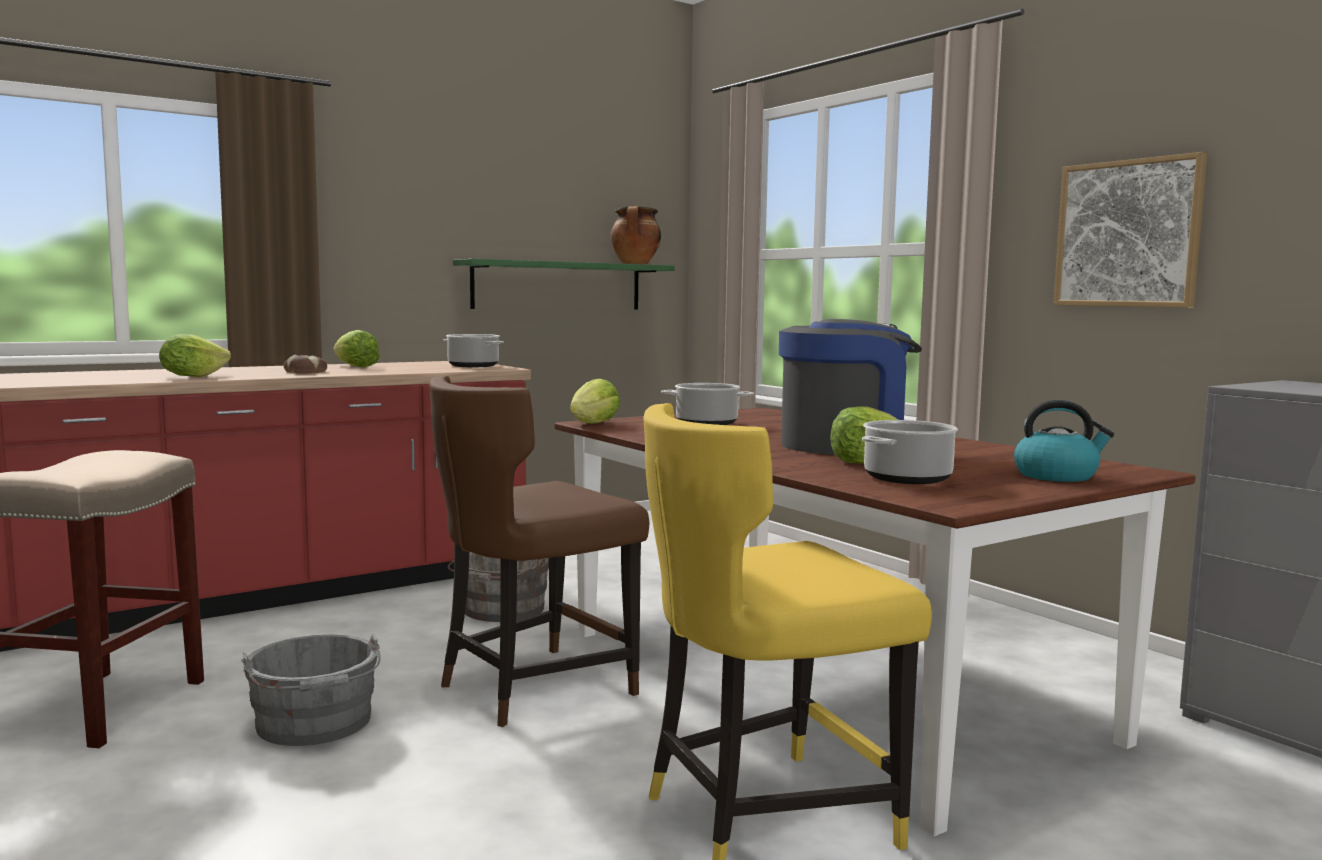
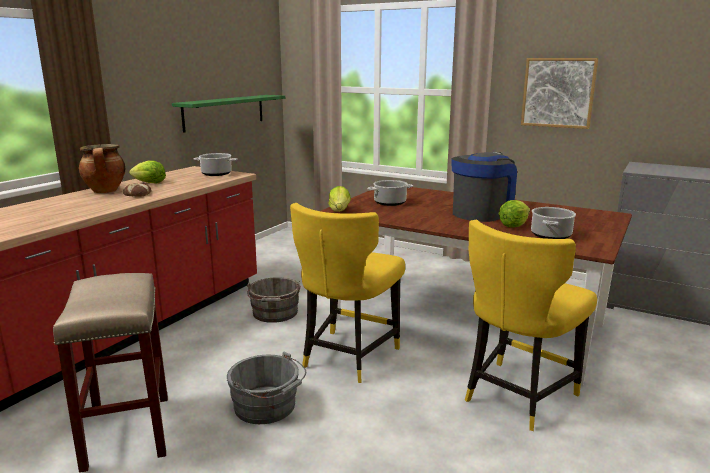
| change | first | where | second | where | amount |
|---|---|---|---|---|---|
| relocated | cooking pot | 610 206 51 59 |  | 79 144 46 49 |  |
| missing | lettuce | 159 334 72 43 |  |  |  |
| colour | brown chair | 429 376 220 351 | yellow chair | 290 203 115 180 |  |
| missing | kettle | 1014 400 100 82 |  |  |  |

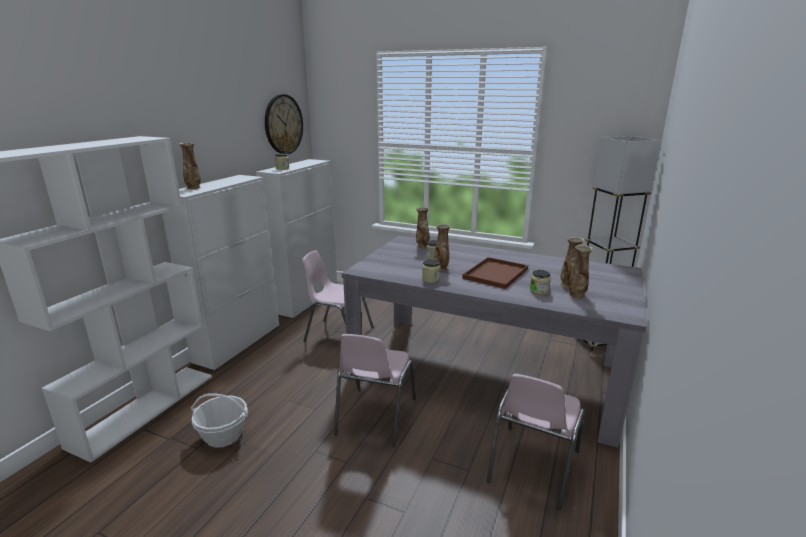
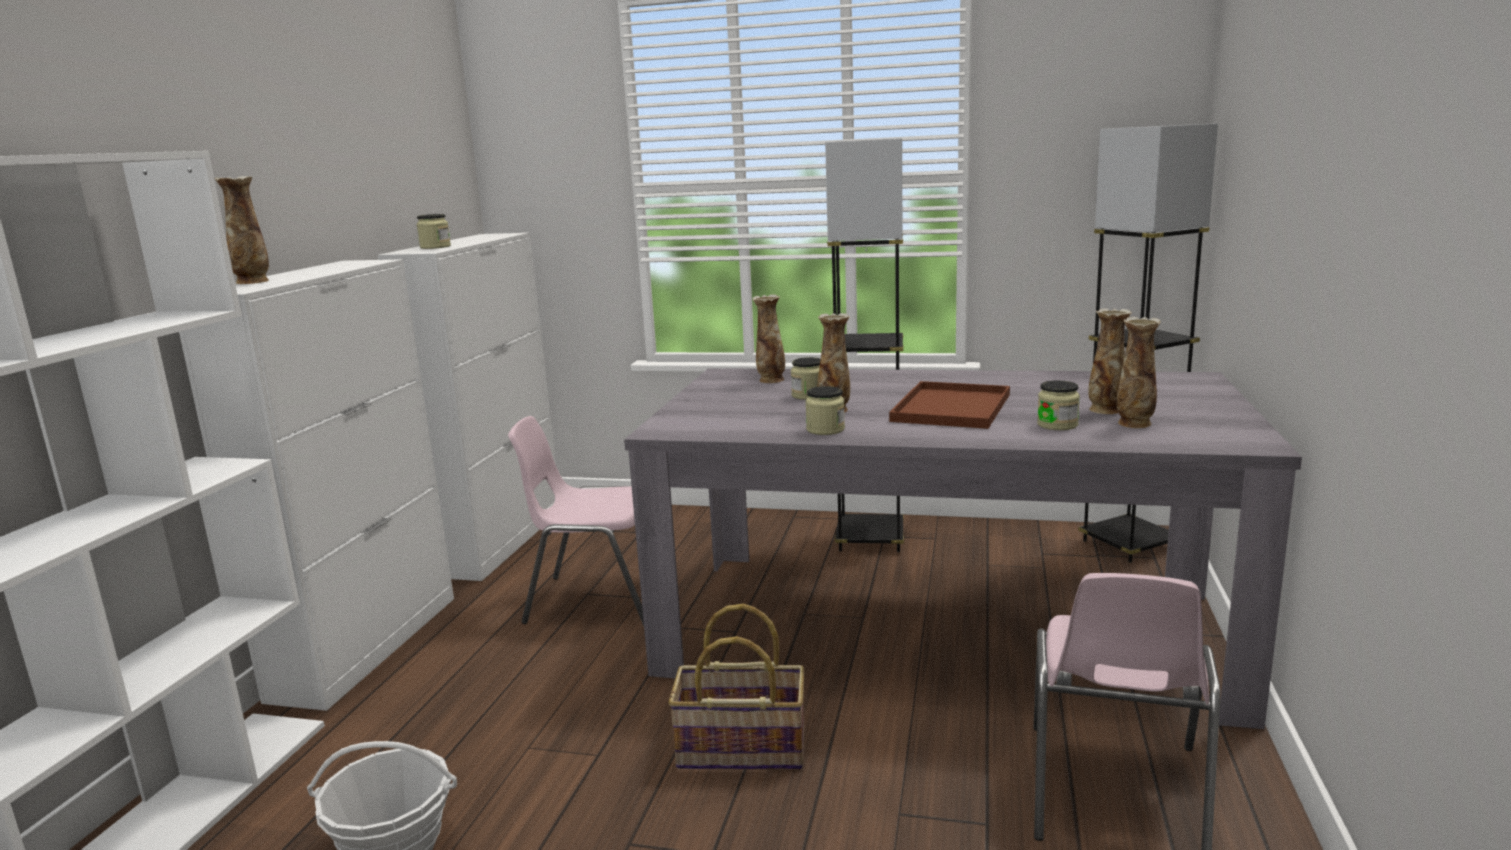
| change | first | where | second | where | amount |
|---|---|---|---|---|---|
| missing | wall clock | 265 94 38 60 |  |  |  |
| exchanged | pink chair | 334 334 82 113 | basket | 668 604 136 165 |  |
| appeared |  |  | grey floor lamp | 825 138 79 414 |  |

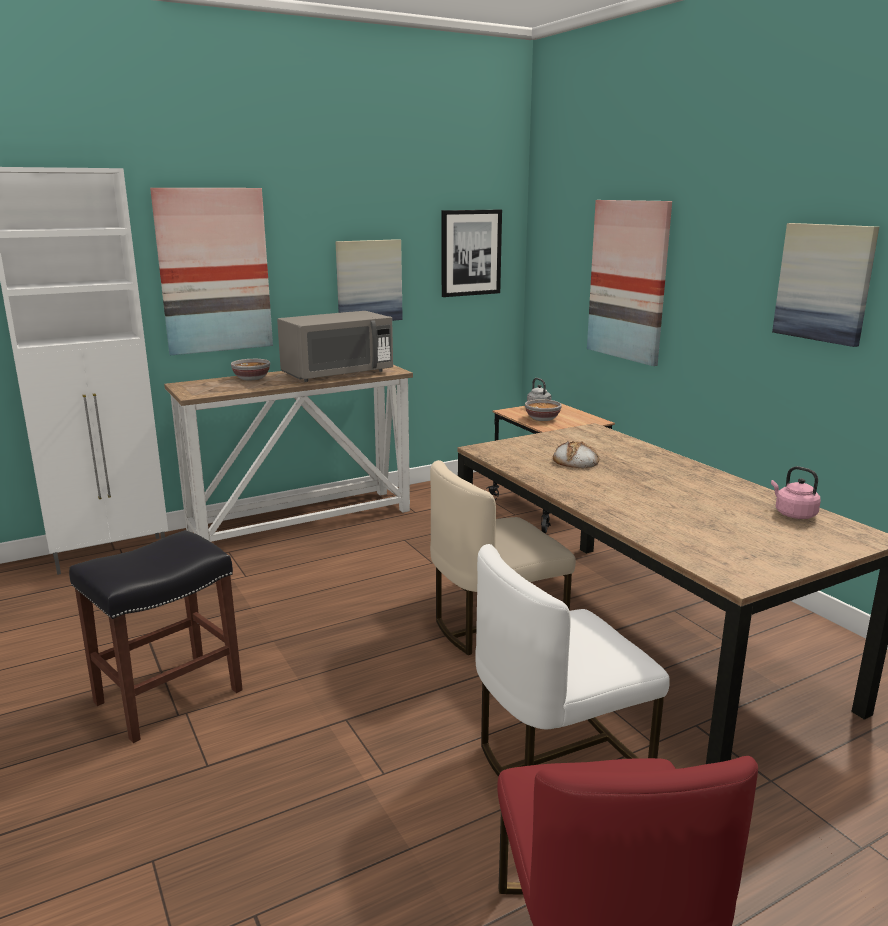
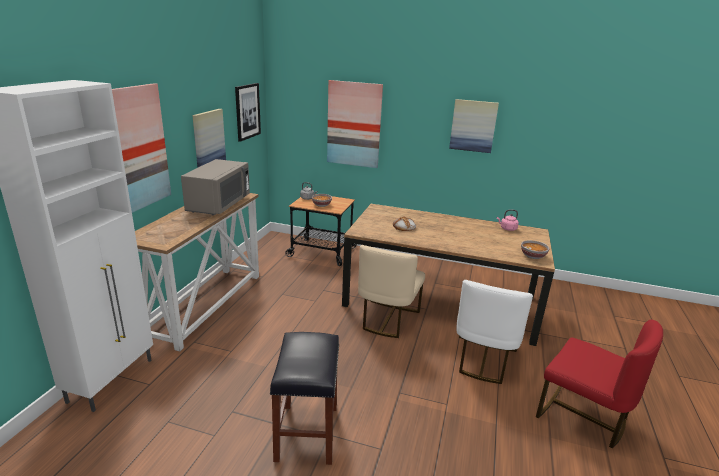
| change | first | where | second | where | amount |
|---|---|---|---|---|---|
| relocated | bowl | 231 359 39 21 |  | 521 240 29 19 |  |

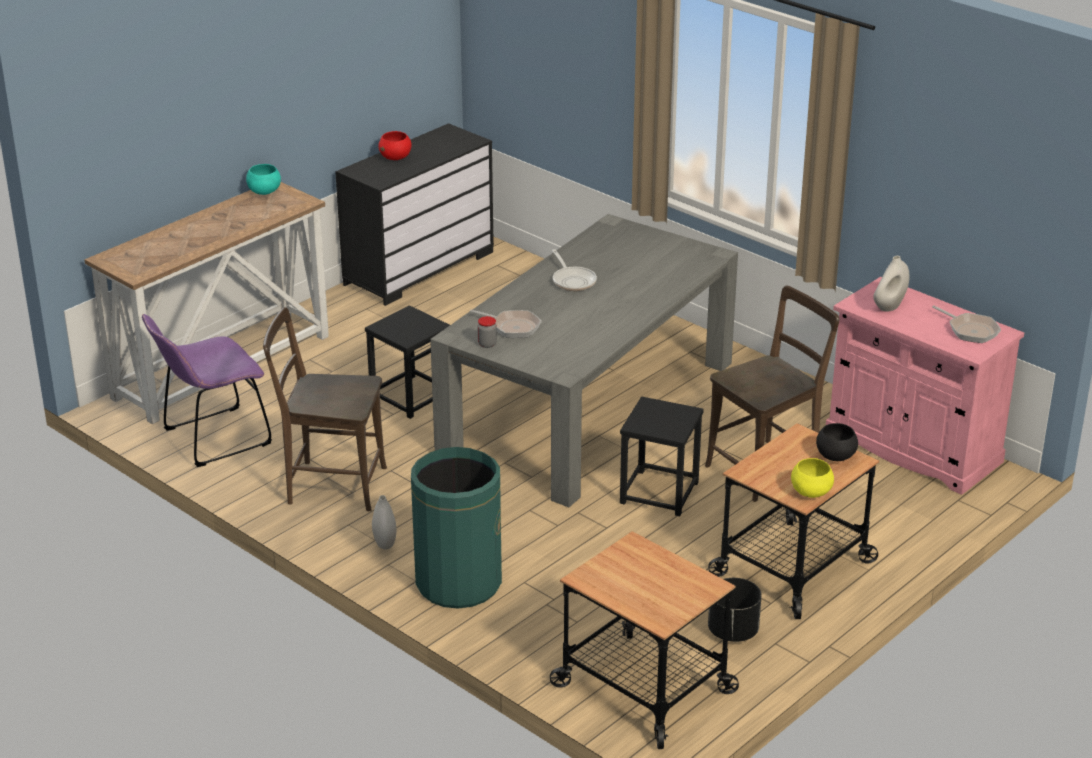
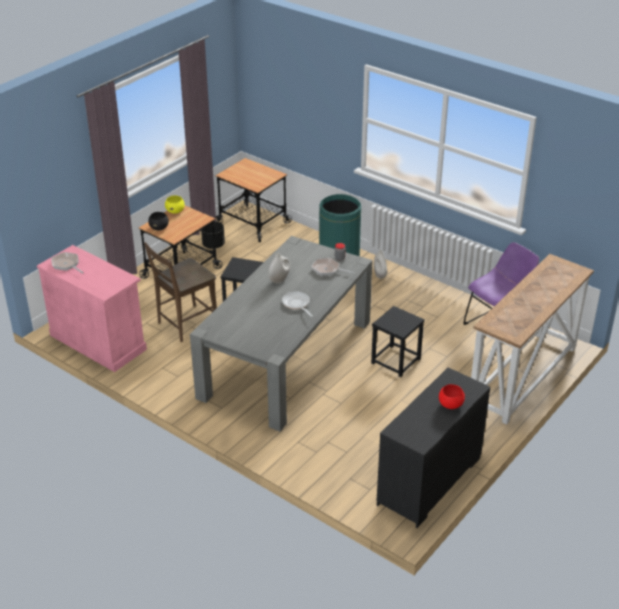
| change | first | where | second | where | amount |
|---|---|---|---|---|---|
| missing | turquoise bowl | 246 164 35 31 |  |  |  |
| relocated | white vase | 873 256 36 56 |  | 268 253 22 31 |  |
| missing | brown chair | 263 307 124 204 |  |  |  |

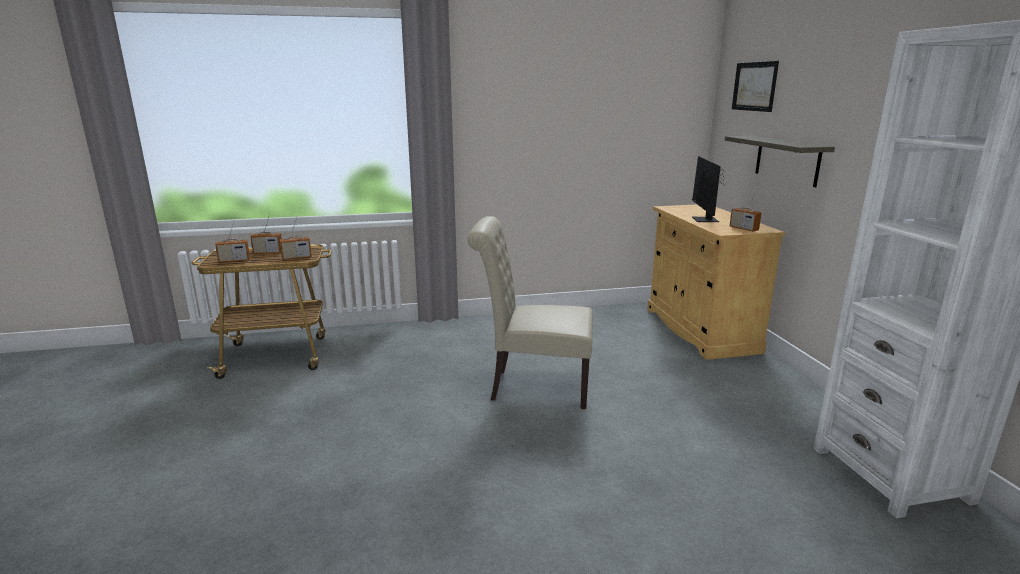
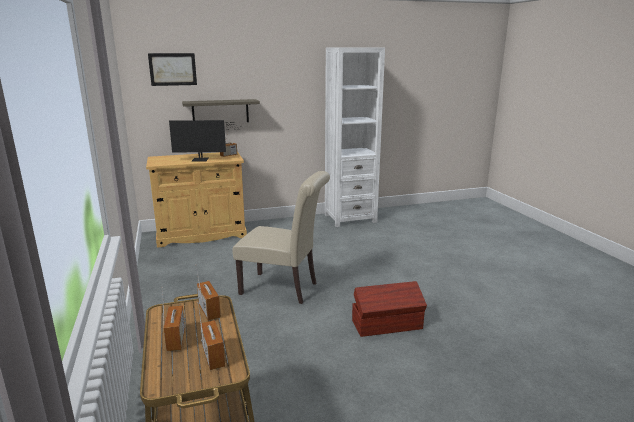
| change | first | where | second | where | amount |
|---|---|---|---|---|---|
| spun | beige chair | 468 216 125 193 |  | 232 171 98 133 | 75 degrees counterclockwise |
| appeared |  |  | brown storage box | 352 281 75 56 |  |

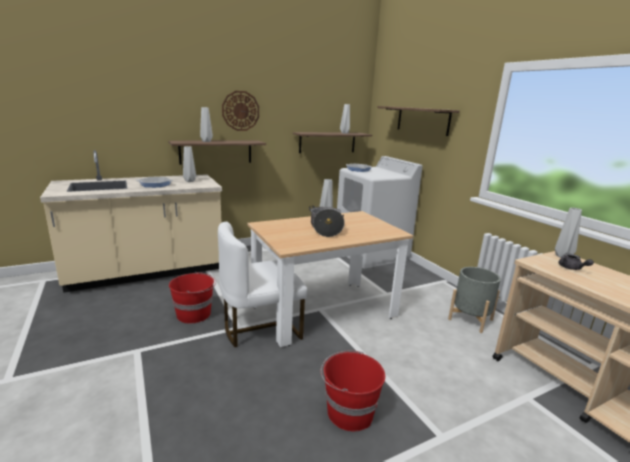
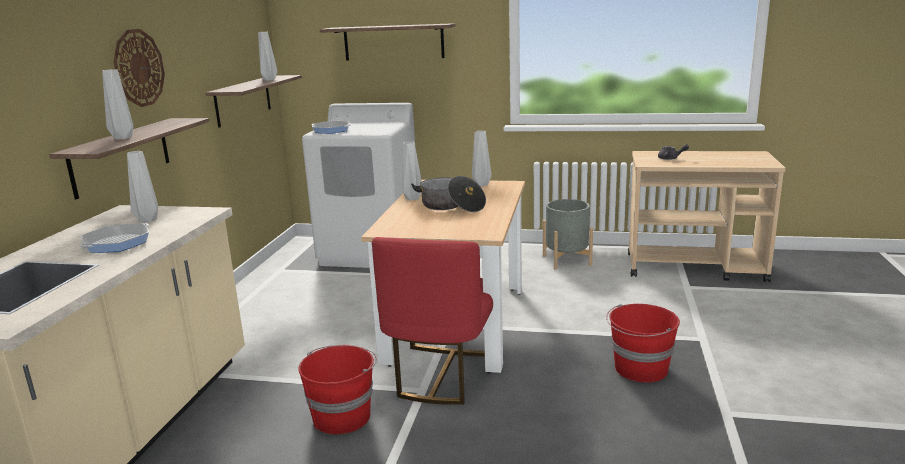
| change | first | where | second | where | amount |
|---|---|---|---|---|---|
| relocated | grey vase | 555 208 27 50 |  | 472 131 20 55 |  |
| colour | white chair | 218 222 89 125 | red chair | 372 237 121 168 |  |

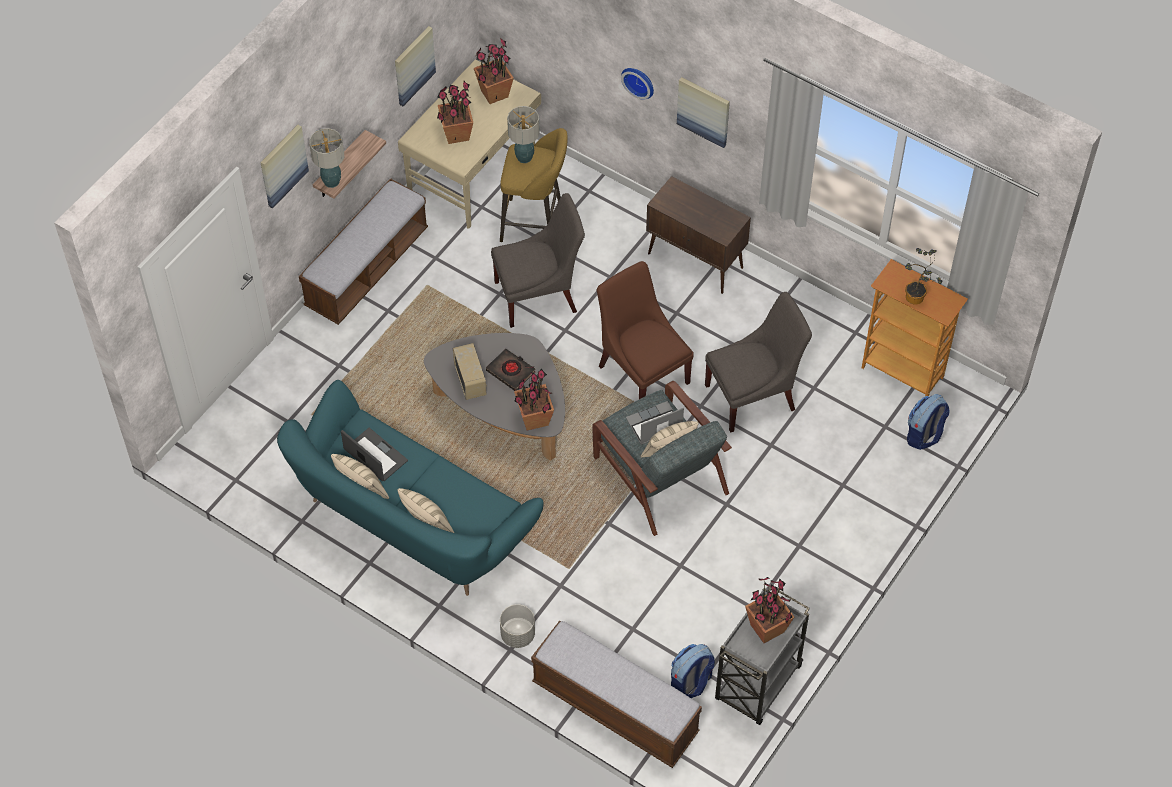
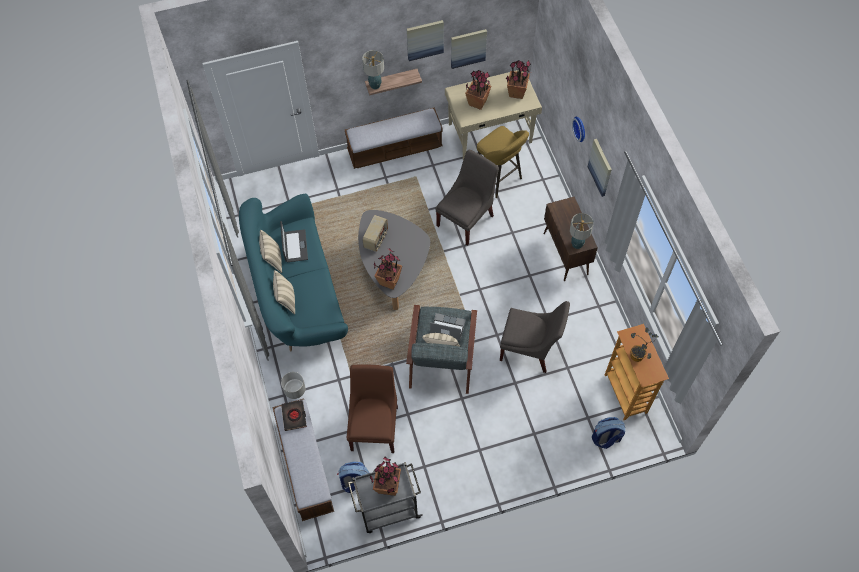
| change | first | where | second | where | amount |
|---|---|---|---|---|---|
| relocated | table lamp | 507 106 33 57 |  | 570 213 24 36 |  |
| relocated | picture | 260 125 49 83 |  | 407 20 37 41 |  |
| spun | grey chair | 491 193 94 135 |  | 436 150 63 96 | 75 degrees counterclockwise |
| relocated | brown chair | 597 261 97 138 |  | 347 364 51 89 |  |
| relocated | black book | 486 349 49 42 |  | 281 400 26 31 |  |

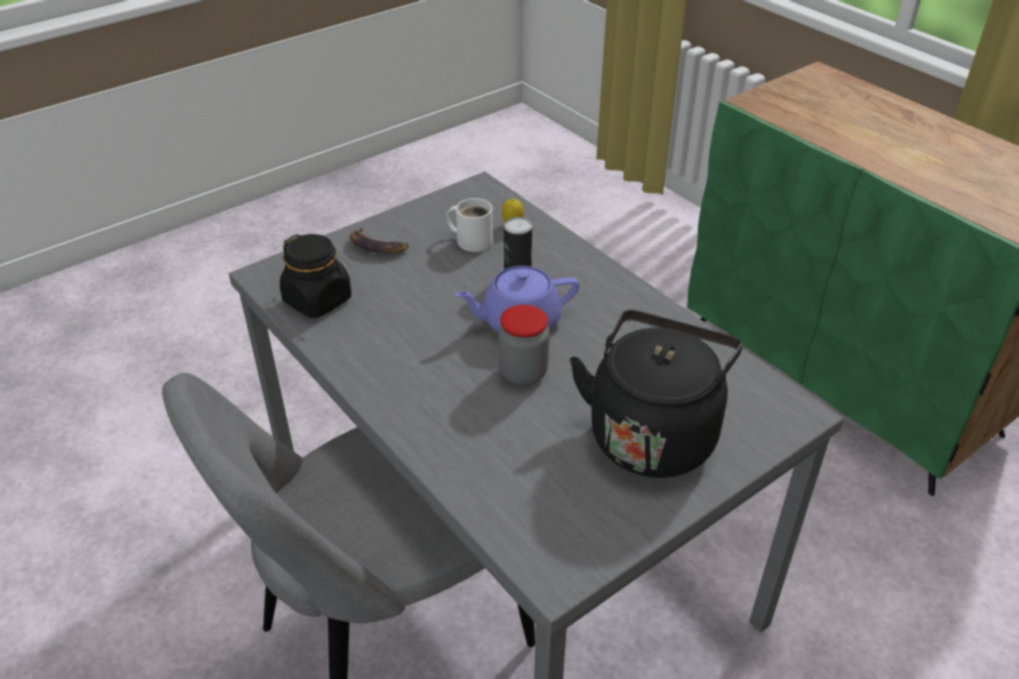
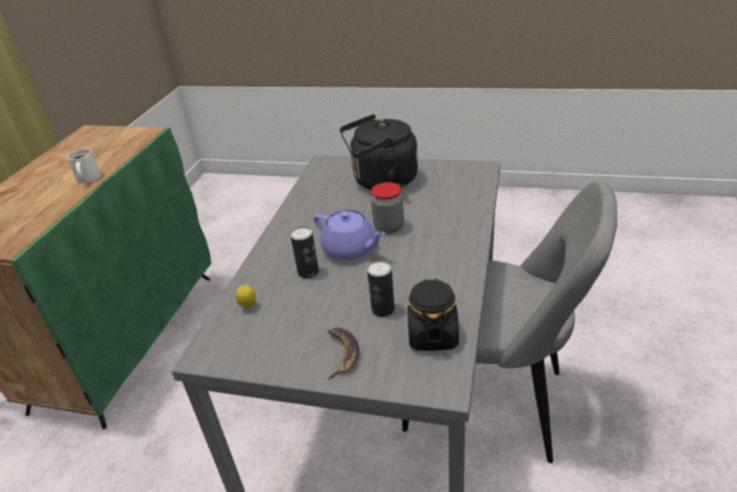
| change | first | where | second | where | amount |
|---|---|---|---|---|---|
| relocated | white mug | 446 198 47 54 |  | 67 149 34 34 |  |
| appeared |  |  | can | 367 261 28 56 |  |

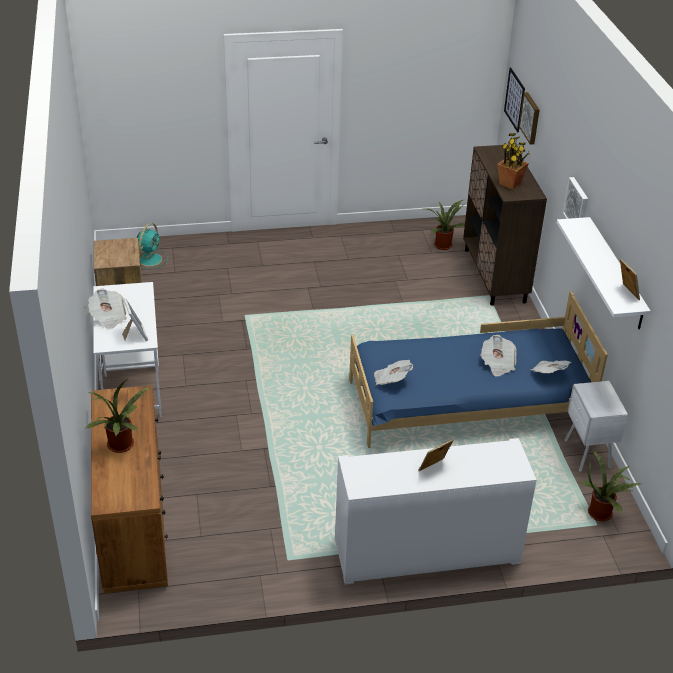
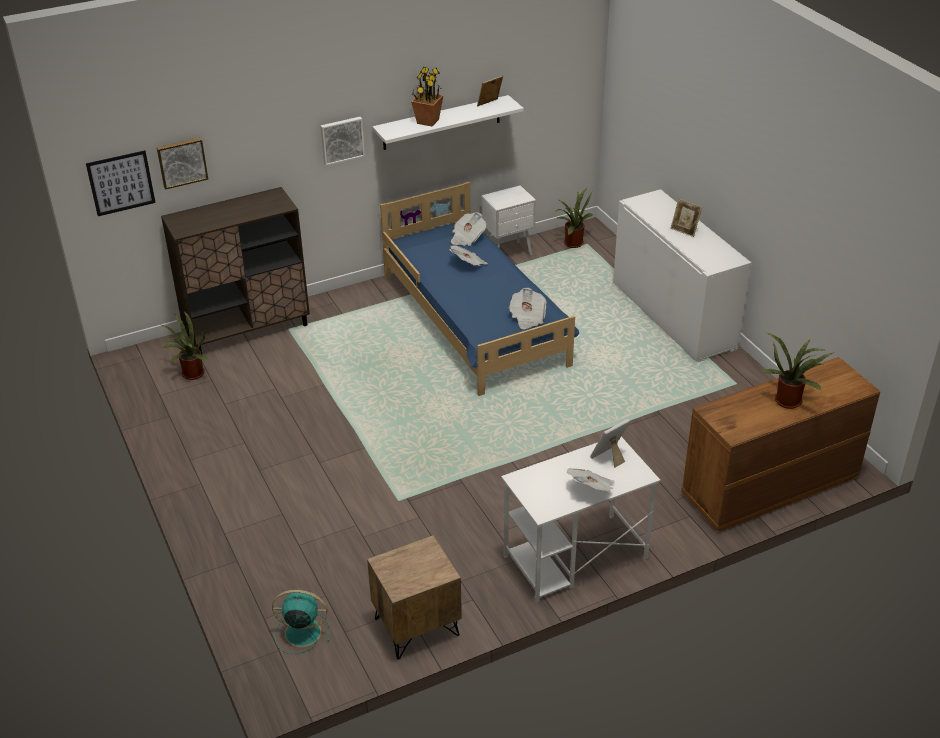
| change | first | where | second | where | amount |
|---|---|---|---|---|---|
| relocated | potted plant | 497 133 33 57 |  | 411 67 32 59 |  |

